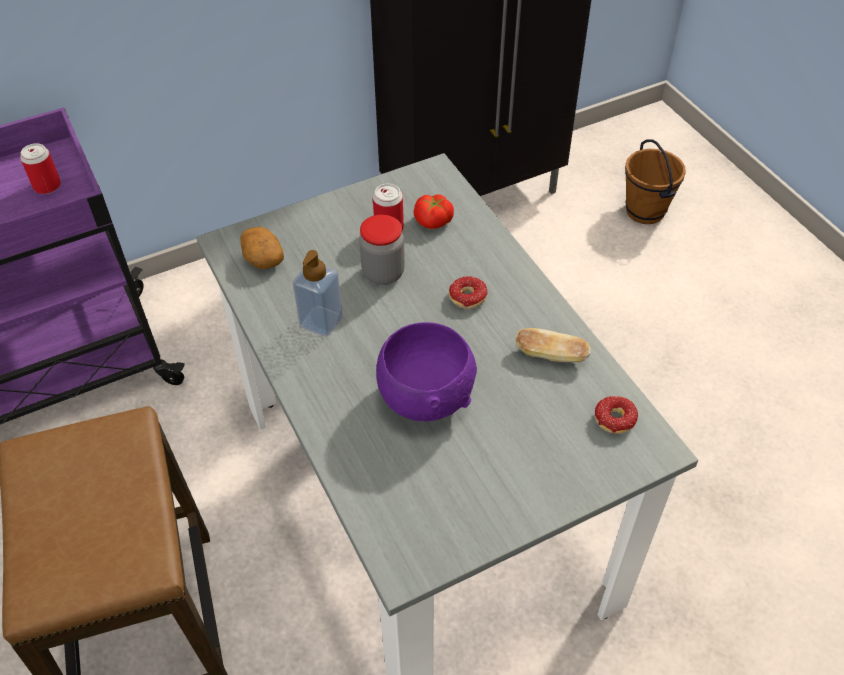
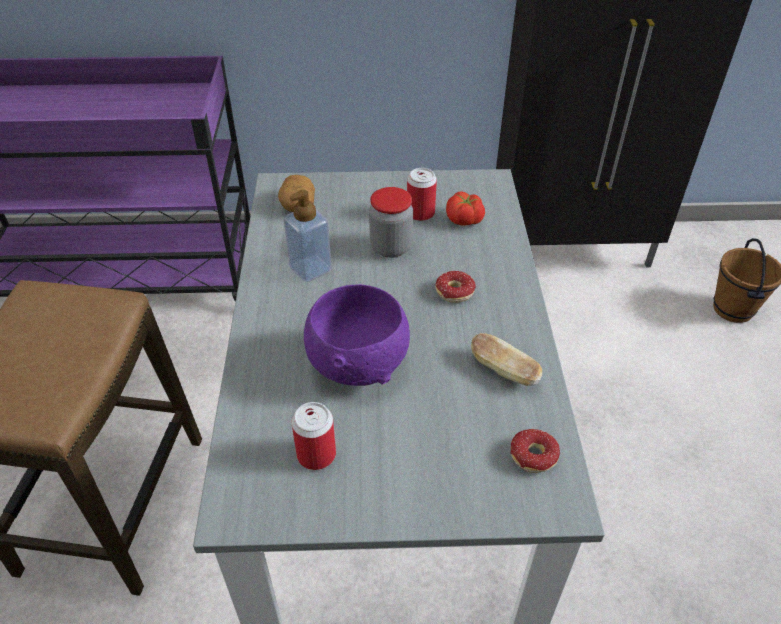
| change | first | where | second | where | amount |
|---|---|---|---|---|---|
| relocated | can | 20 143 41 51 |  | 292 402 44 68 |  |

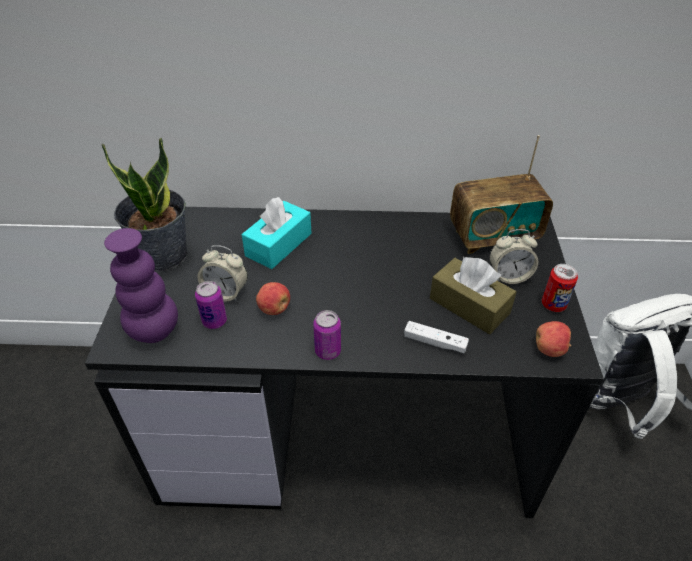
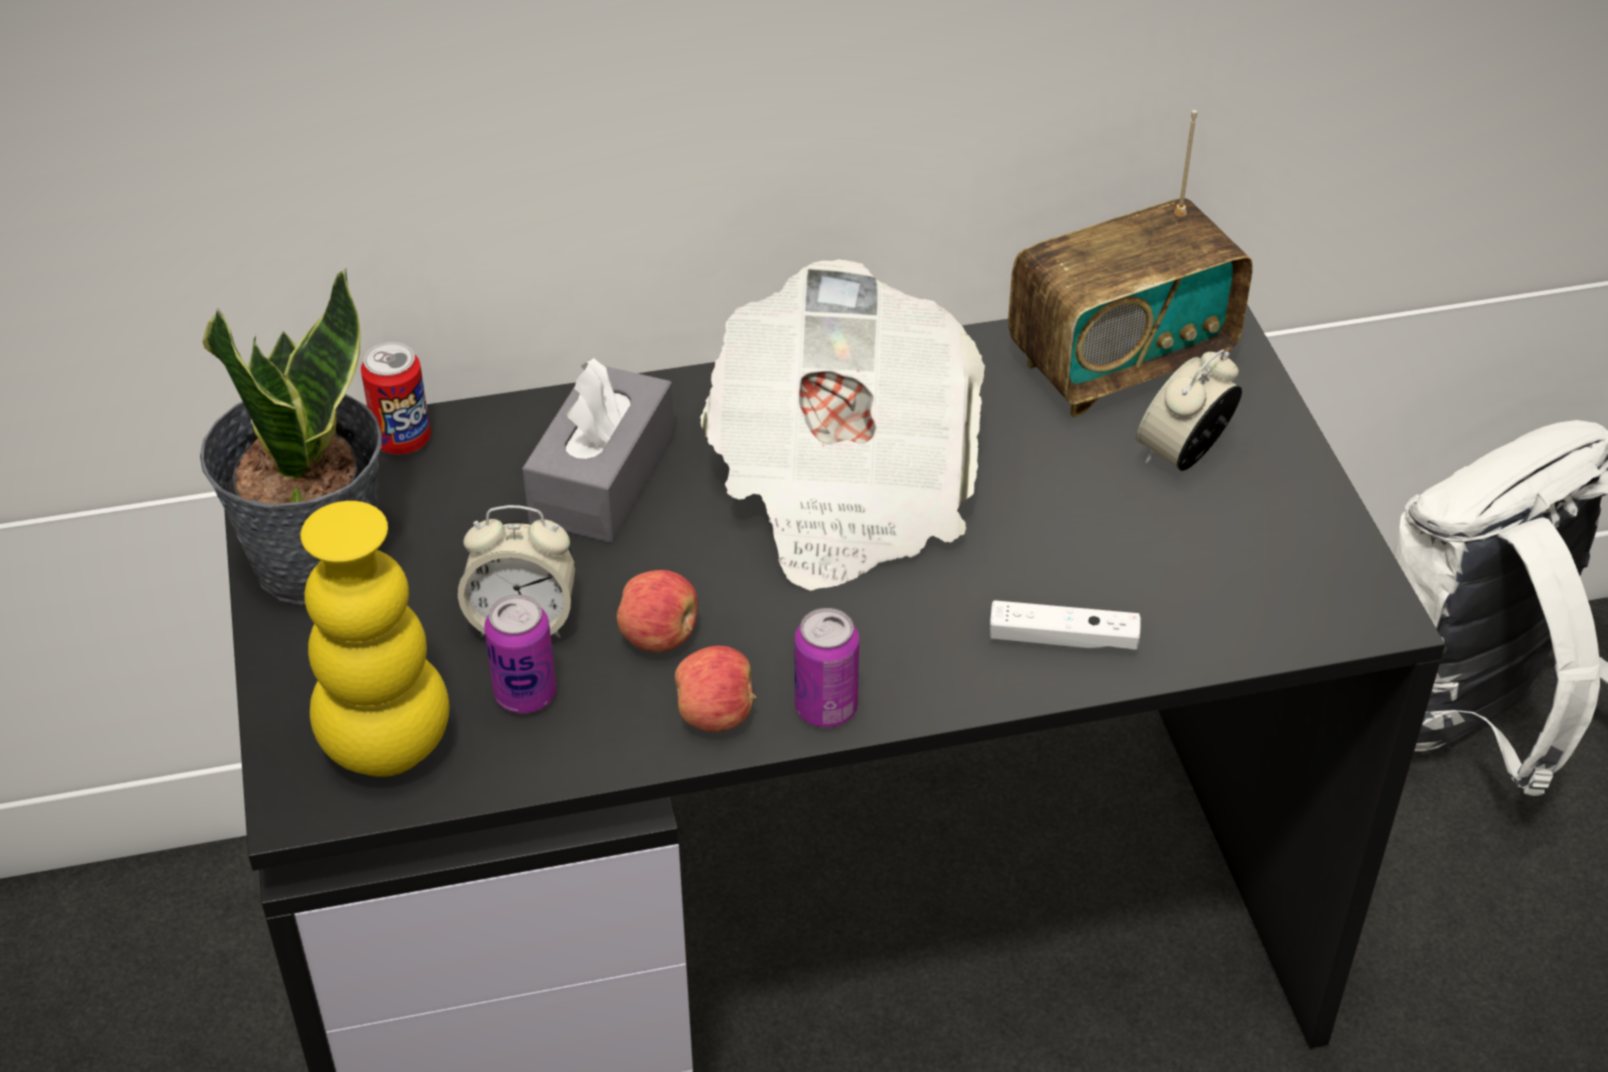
| change | first | where | second | where | amount |
|---|---|---|---|---|---|
| colour | turquoise tissue box | 242 197 70 72 | grey tissue box | 522 358 152 185 |  |
| colour | purple vase | 104 228 74 115 | yellow vase | 301 501 148 276 |  |
| spun | alarm clock | 490 229 48 55 |  | 1137 350 105 121 | 150 degrees clockwise |
| missing | brown tissue box | 430 257 87 77 |  |  |  |
| relocated | can | 542 264 36 48 |  | 361 342 70 112 |  |
| relocated | apple | 536 321 35 36 |  | 675 646 81 86 |  |
| appeared |  |  | newspaper | 700 259 285 332 |  |

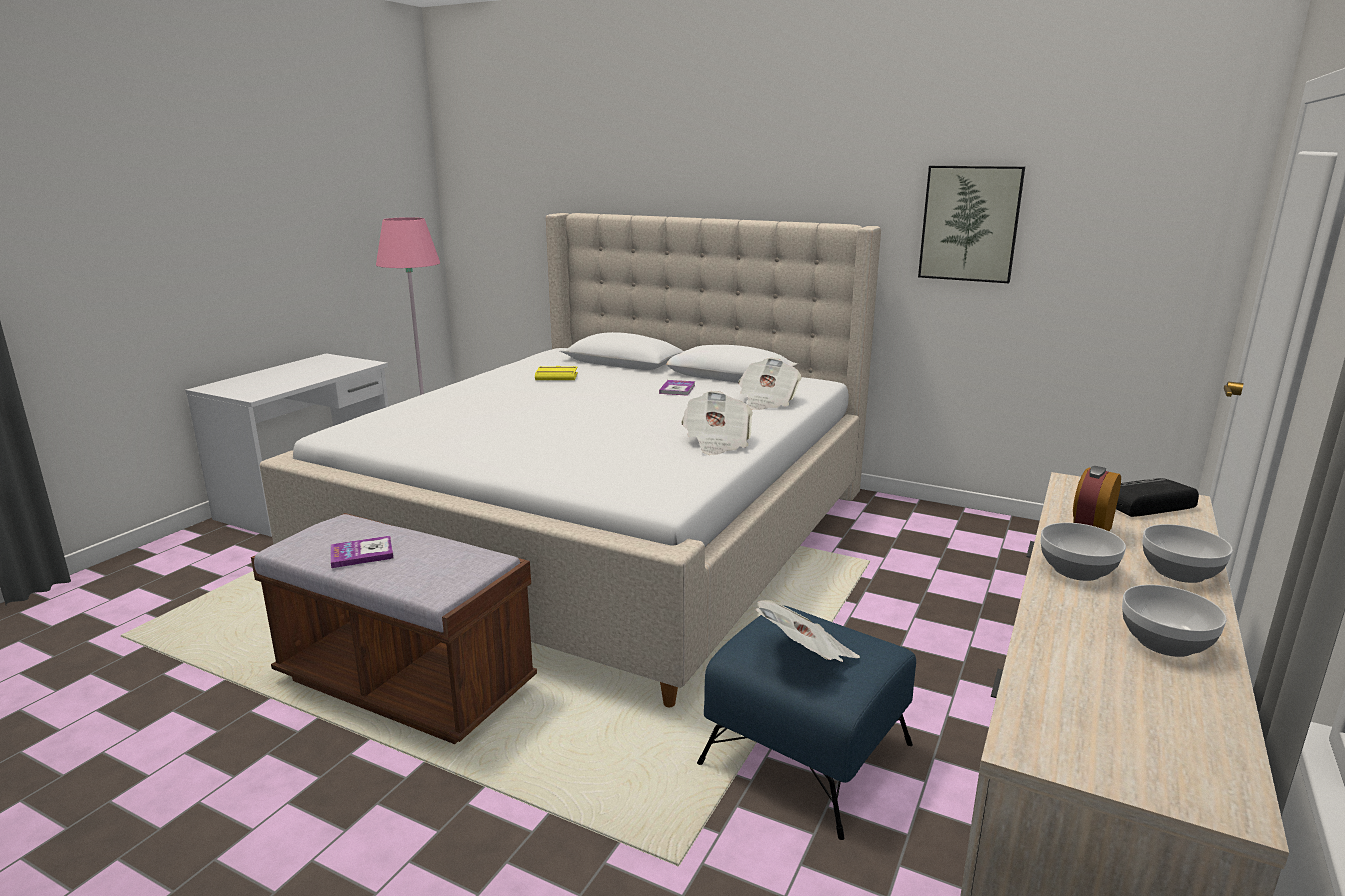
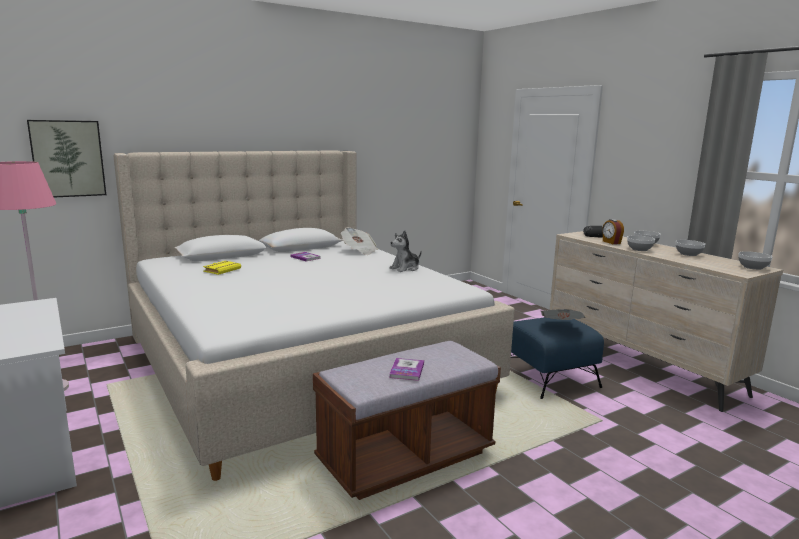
| change | first | where | second | where | amount |
|---|---|---|---|---|---|
| relocated | picture | 918 166 107 117 |  | 27 120 79 78 |  |
| exchanged | newspaper | 681 391 72 64 | plush toy | 390 230 31 42 |  |
| appeared |  |  | bowl | 738 251 34 19 |  |

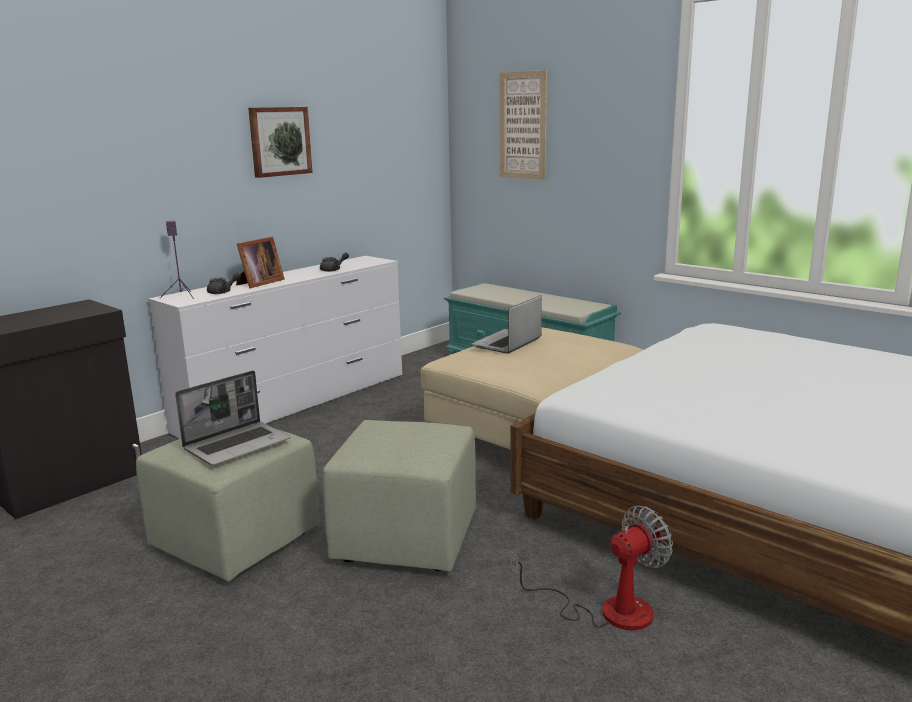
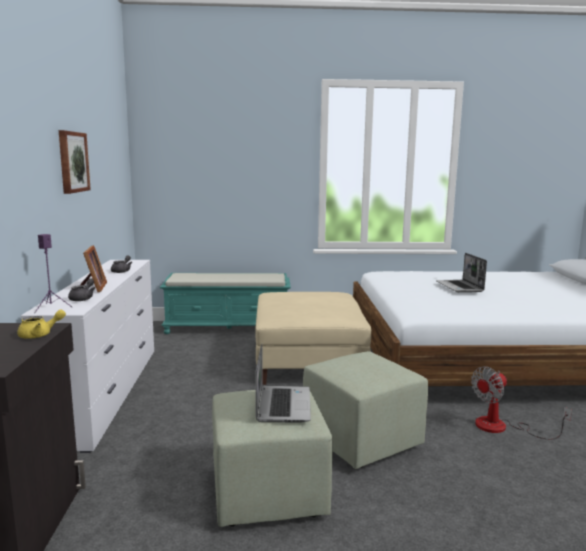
| change | first | where | second | where | amount |
|---|---|---|---|---|---|
| missing | picture | 499 70 48 110 |  |  |  |
| relocated | laptop | 471 295 71 59 |  | 436 253 51 39 |  |
| spun | fan | 509 506 164 125 |  | 471 367 101 73 | 135 degrees counterclockwise |
| appeared |  |  | yellow teapot | 17 310 49 29 |  |

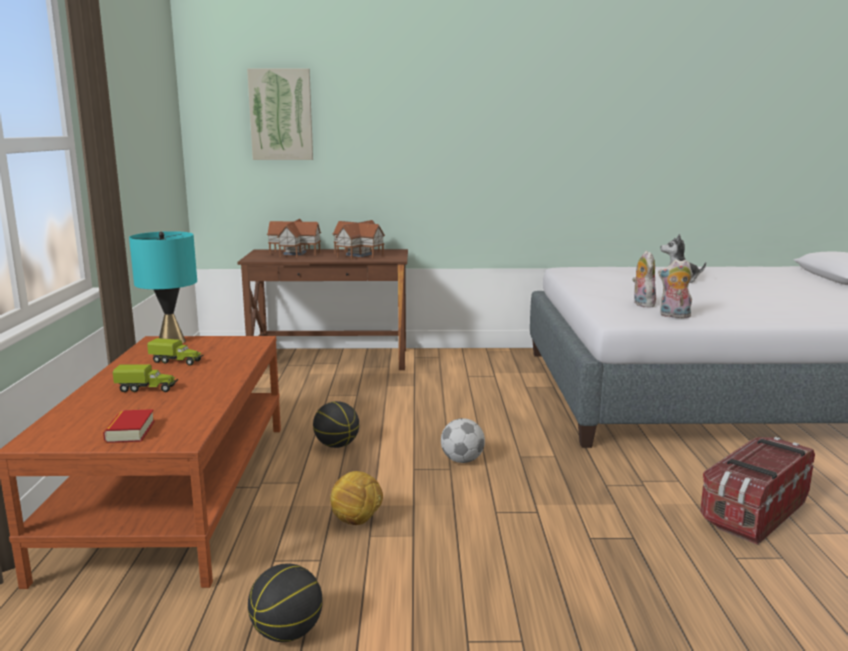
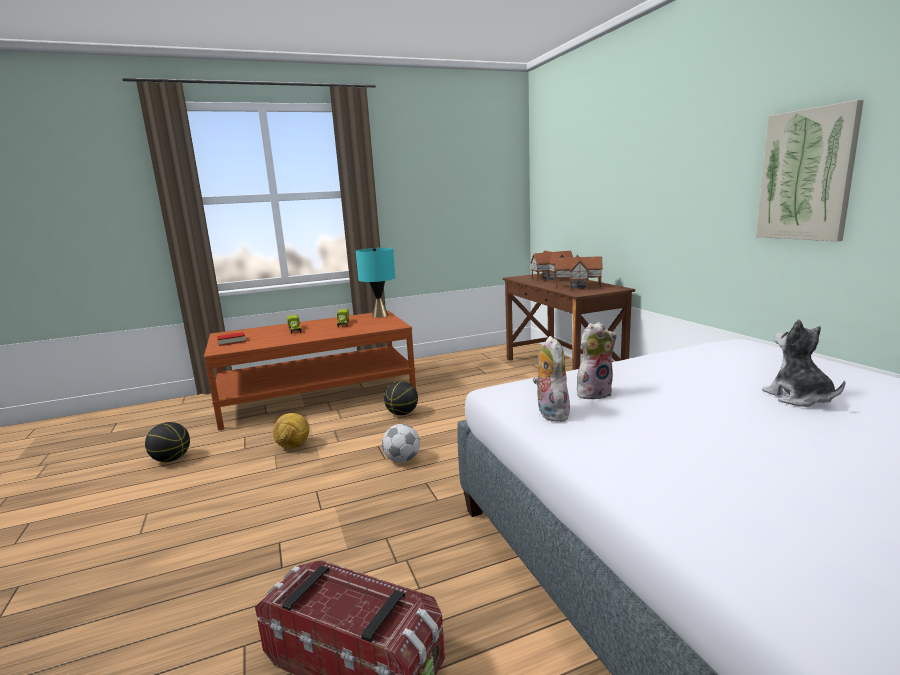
| change | first | where | second | where | amount |
|---|---|---|---|---|---|
| relocated | picture | 247 68 66 92 |  | 756 100 108 141 |  |

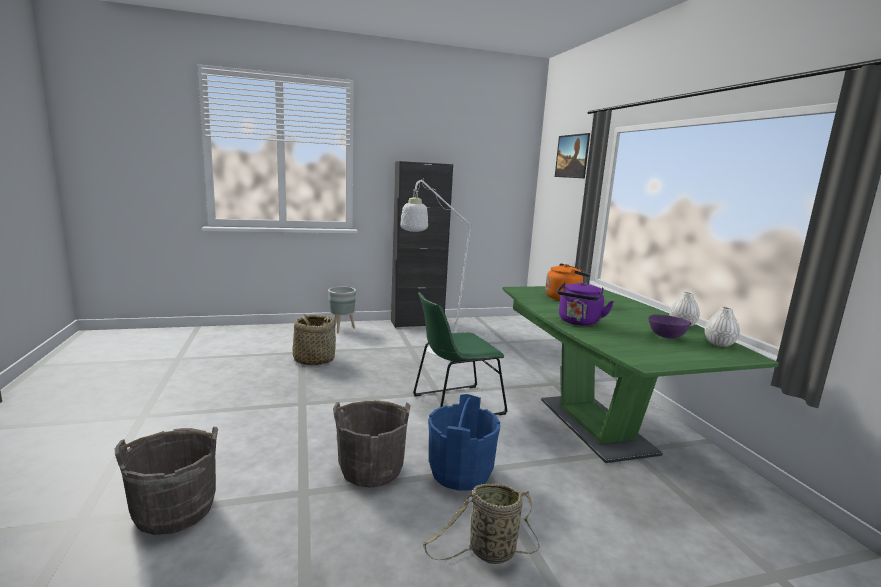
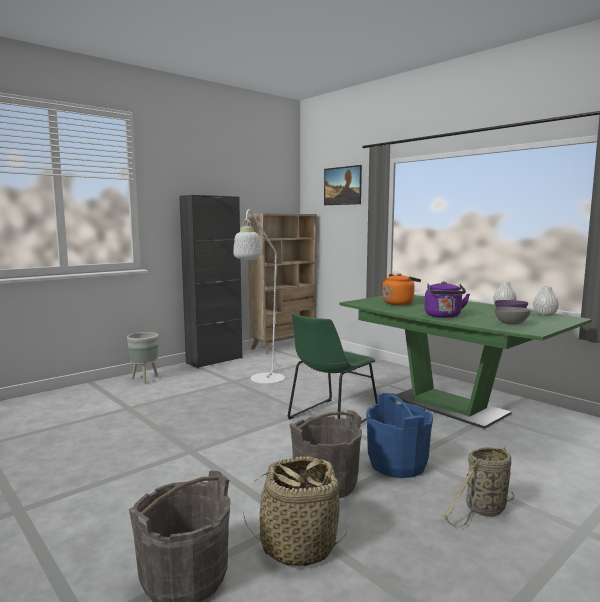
| change | first | where | second | where | amount |
|---|---|---|---|---|---|
| relocated | basket | 293 314 43 51 |  | 243 456 105 110 |  |
| appeared |  |  | beige bookcase | 247 213 70 141 |  |
| appeared |  |  | grey bowl | 494 307 37 18 |  |

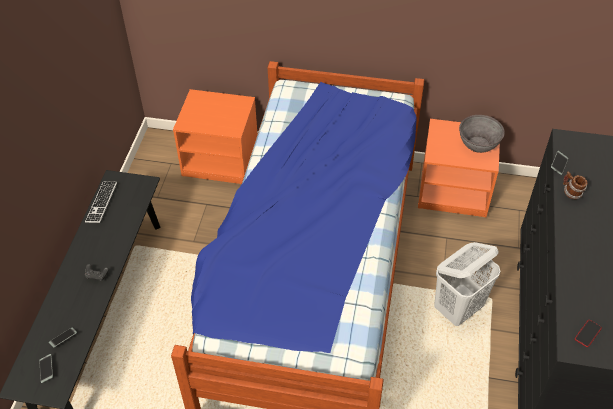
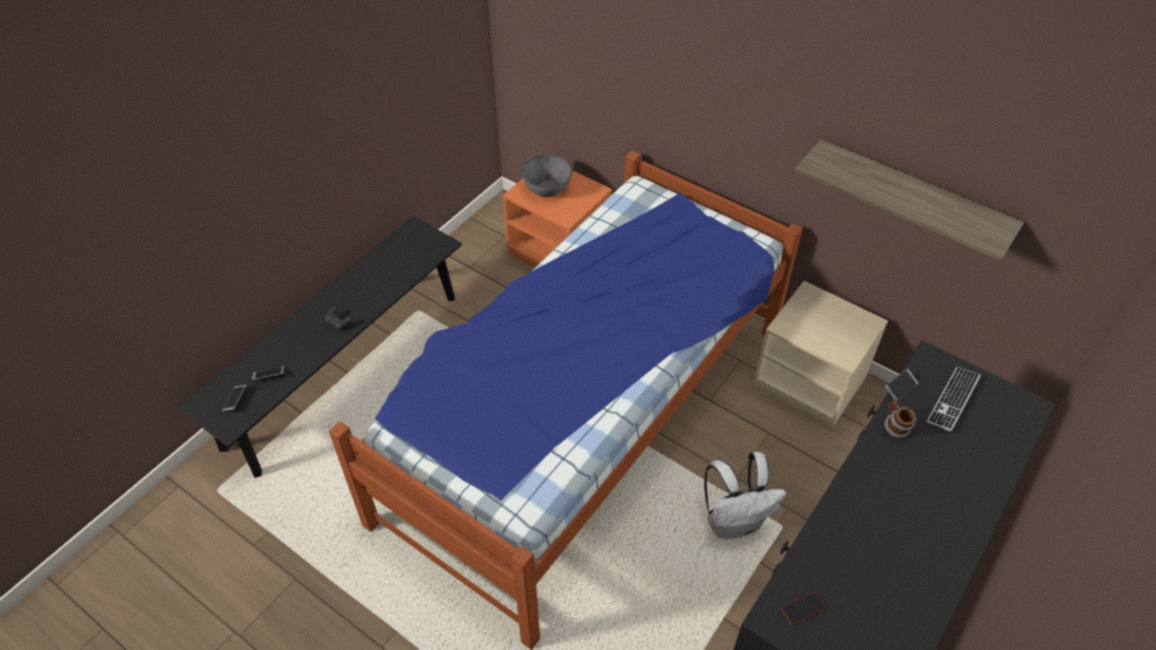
| change | first | where | second | where | amount |
|---|---|---|---|---|---|
| relocated | grey bowl | 459 115 46 38 |  | 521 154 51 43 |  |
| colour | orange nightstand | 418 119 82 98 | beige nightstand | 753 281 135 147 |  |
| relocated | keyboard | 85 182 32 41 |  | 927 367 54 64 |  |
| exchanged | white laundry basket | 434 242 67 84 | white backpack | 704 452 82 87 |  |
| appeared |  |  | shelf | 794 139 230 122 |  |

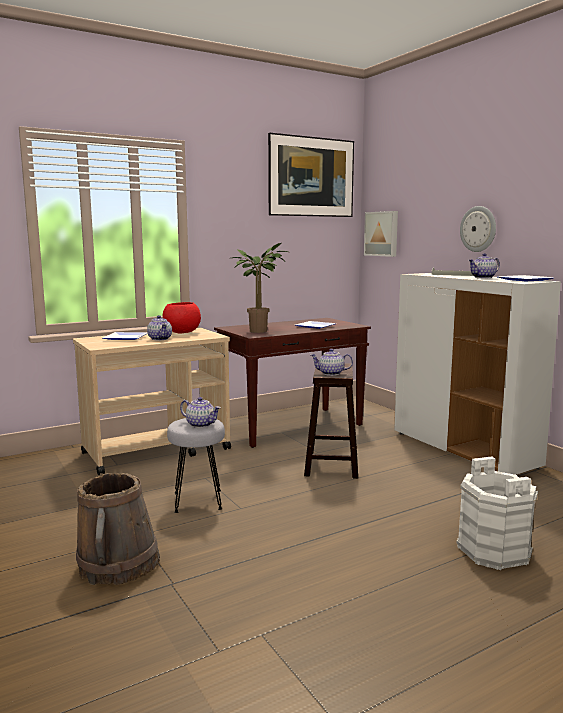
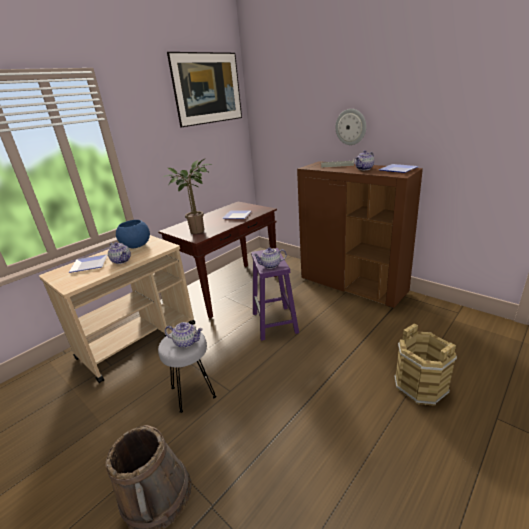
| change | first | where | second | where | amount |
|---|---|---|---|---|---|
| missing | picture | 364 211 34 46 |  |  |  |
| colour | white cabinet | 394 273 167 202 | brown cabinet | 297 161 126 147 |  |
| colour | red bowl | 163 302 38 31 | blue bowl | 116 220 34 28 |  |
| colour | brown stool | 304 363 54 116 | purple stool | 251 248 48 93 |  |
| colour | white bucket | 456 457 82 113 | brown bucket | 394 323 63 83 |  |

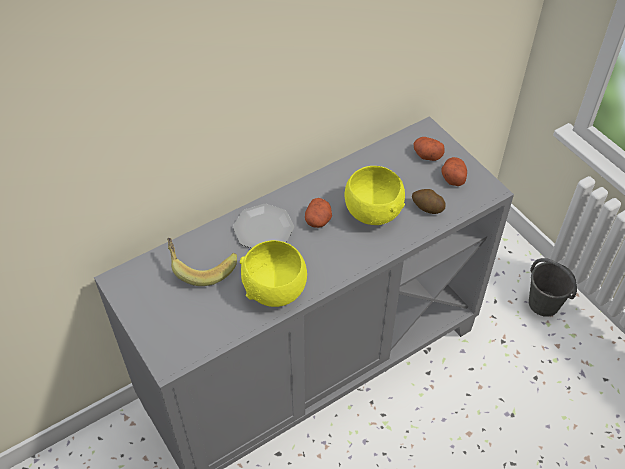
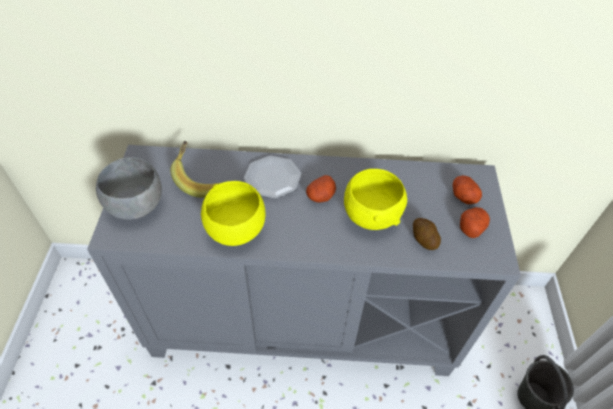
| change | first | where | second | where | amount |
|---|---|---|---|---|---|
| appeared |  |  | grey bowl | 96 157 66 63 |  |

